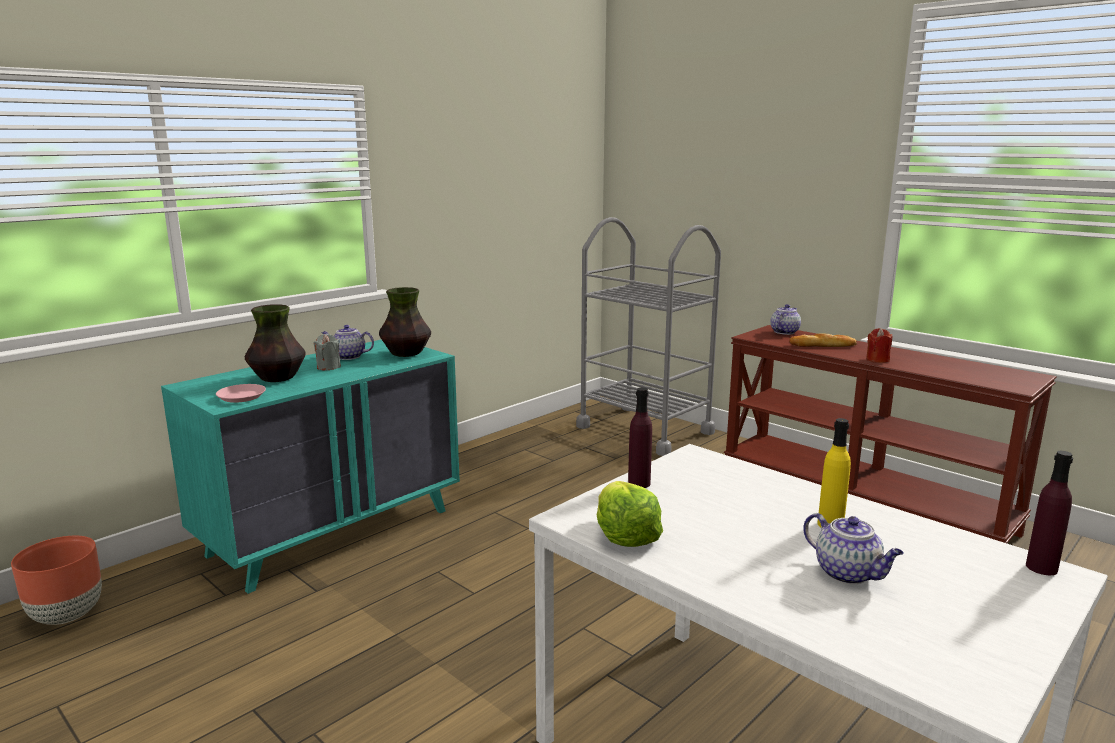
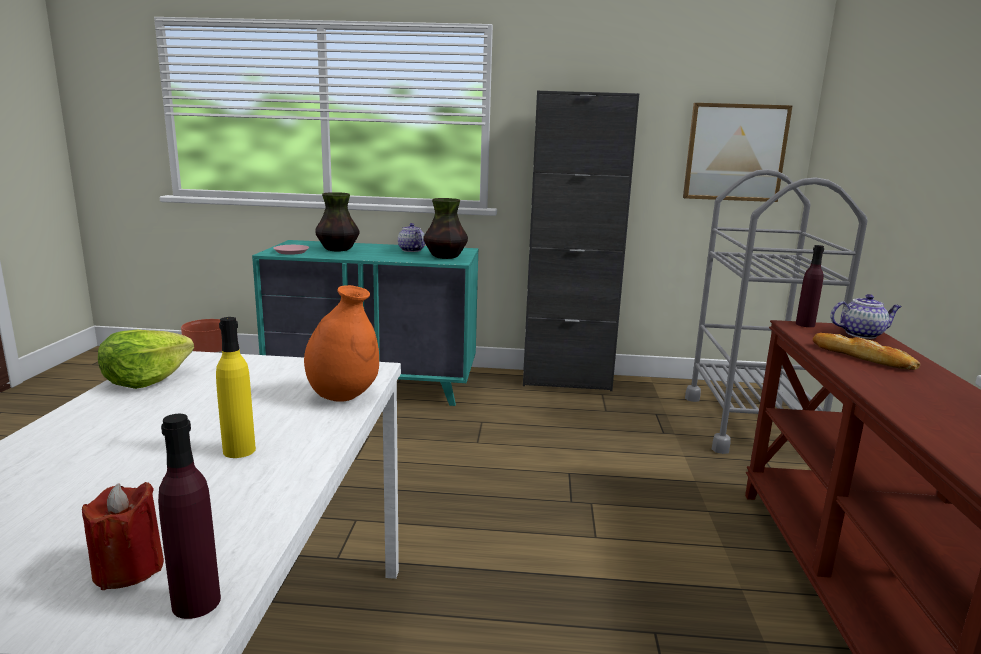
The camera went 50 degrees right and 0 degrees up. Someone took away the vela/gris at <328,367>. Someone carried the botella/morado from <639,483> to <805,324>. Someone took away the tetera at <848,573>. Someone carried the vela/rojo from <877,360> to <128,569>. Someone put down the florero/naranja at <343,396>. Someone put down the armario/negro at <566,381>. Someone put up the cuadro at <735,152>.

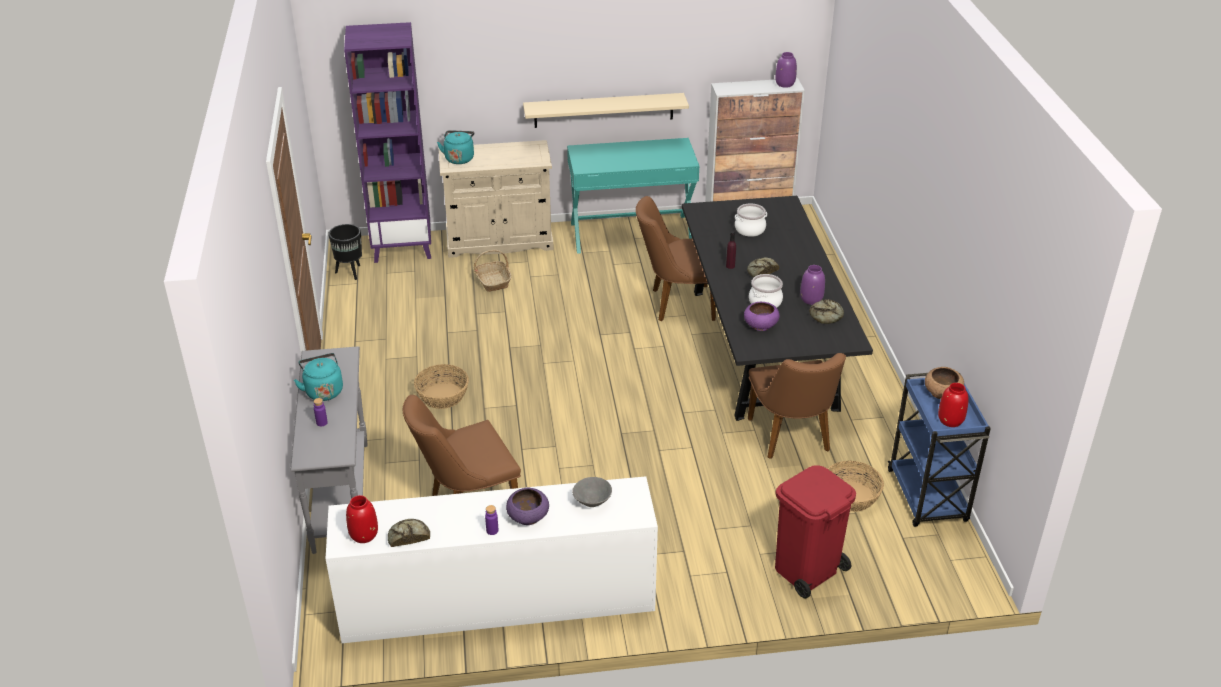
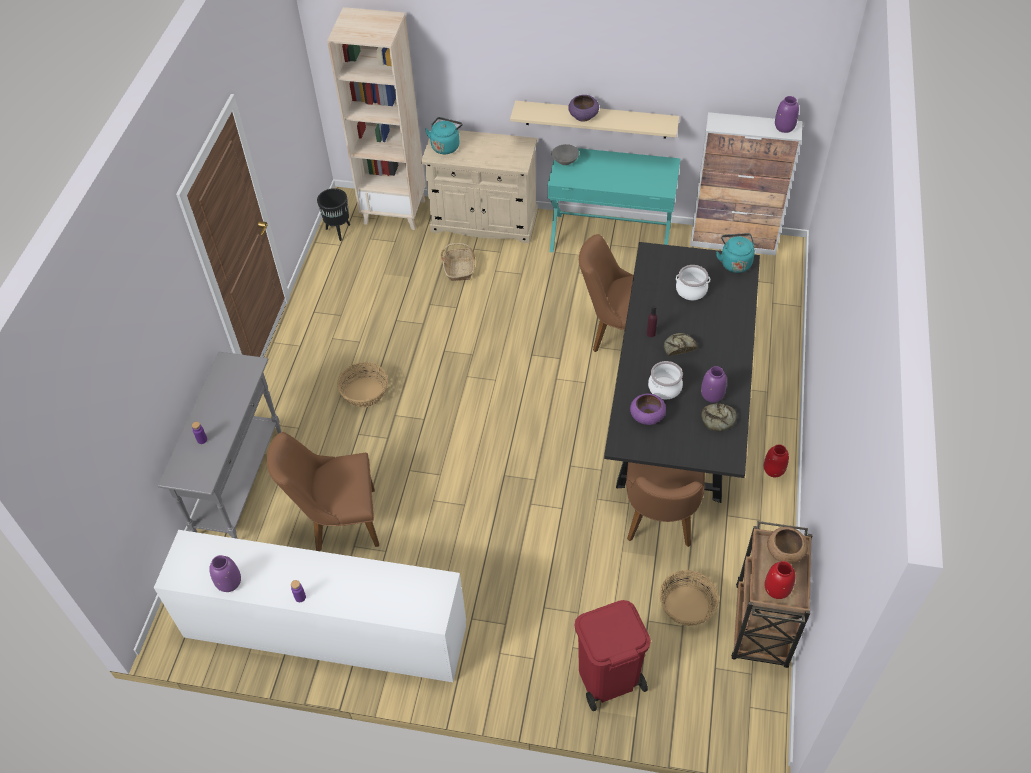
The camera went 20 degrees right and 15 degrees up. Someone carried the hervidor/turquesa from <323,390> to <735,262>. Someone repainted the estantería/morado at <403,247>, which became the estantería/beis at <395,211>. Someone carried the florero/rojo from <363,534> to <773,469>. Someone swapped the pan at <408,536> for the florero/morado at <228,583>. Someone carried the cuenco/morado from <528,517> to <583,116>. Someone carried the cuenco/gris from <591,501> to <564,161>. Someone repainted the carrito/azul at <927,497>, which became the carrito/marrón at <761,628>.

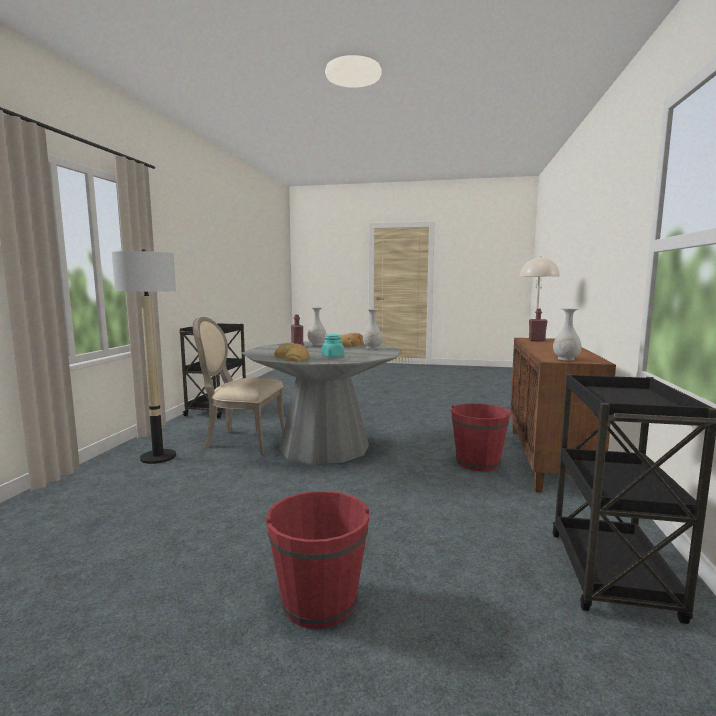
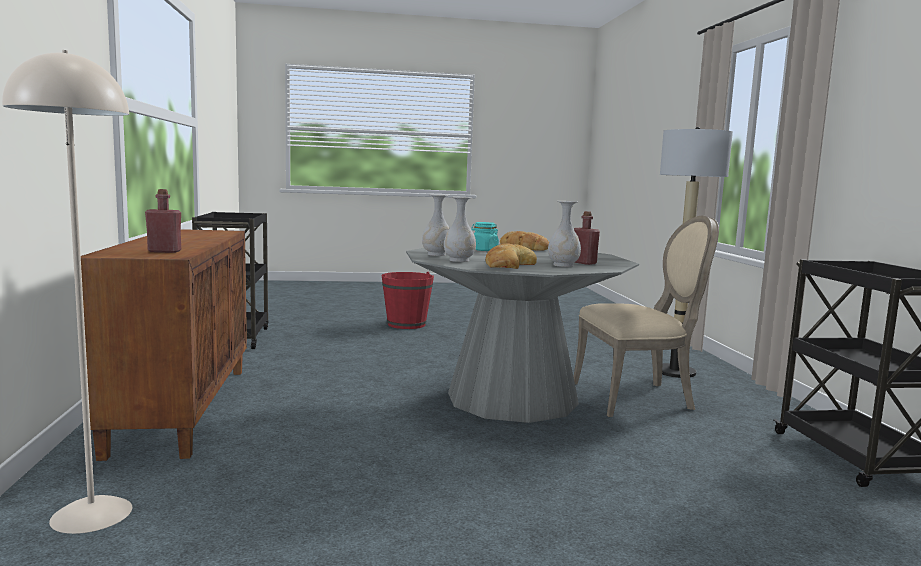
The camera went 160 degrees right and 0 degrees up. Someone took away the cubo/rojo at <478,463>. Someone carried the florero/blanco from <565,359> to <437,254>.

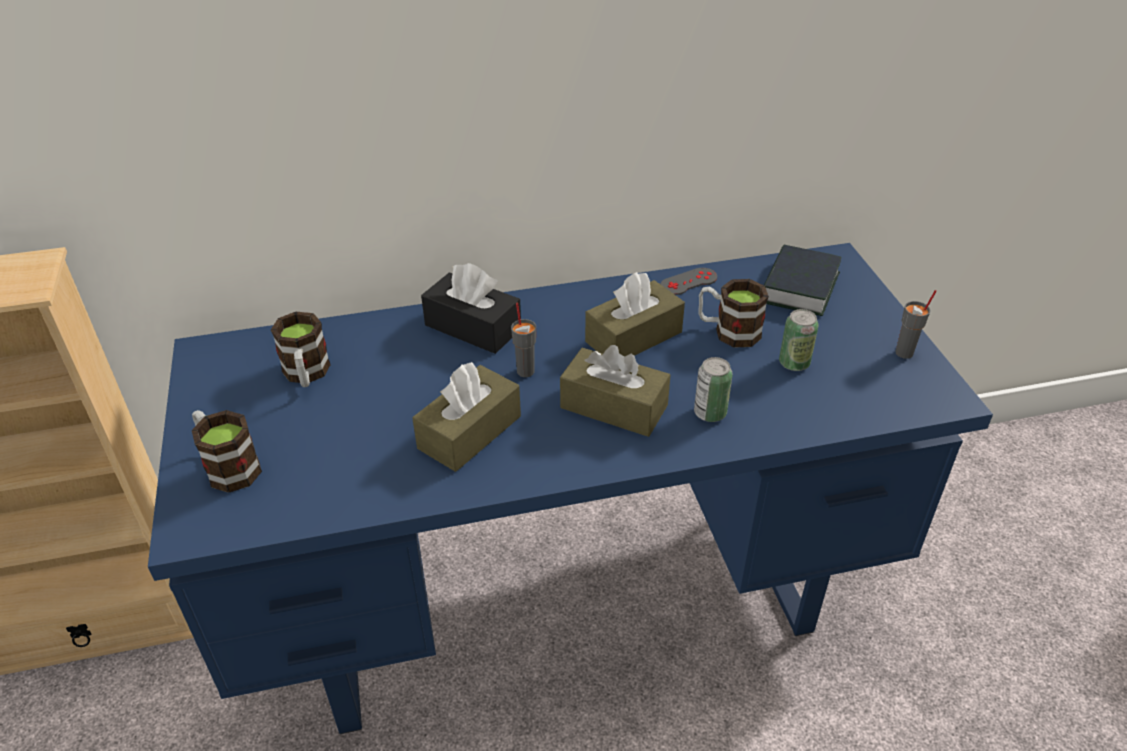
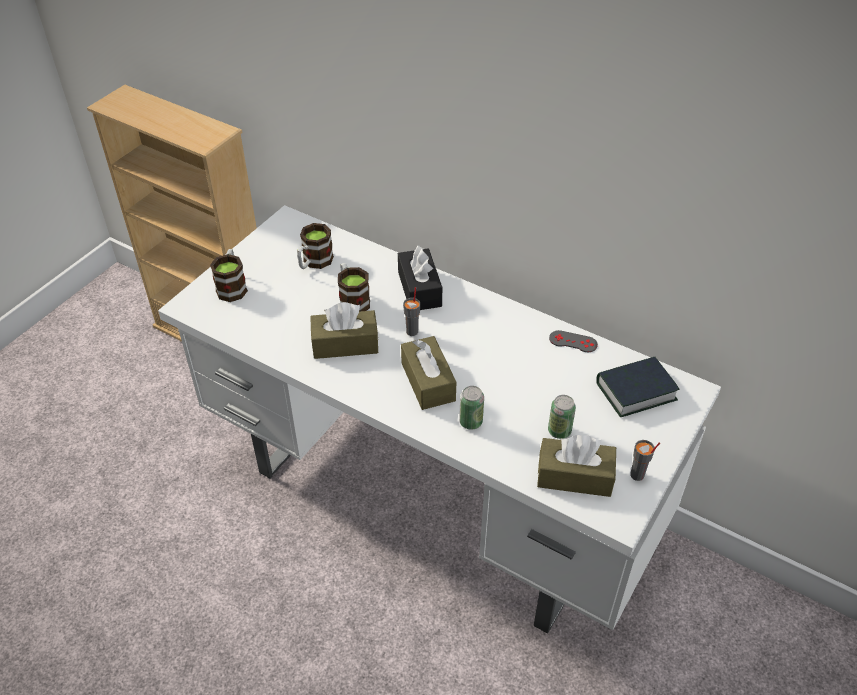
The camera went 45 degrees right and 5 degrees up. Someone repainted the escritorio/azul at <566,602>, which became the escritorio/blanco at <430,500>. Someone carried the caja de pañuelos/marrón from <633,337> to <574,476>. Someone carried the taza grande from <728,331> to <352,299>.

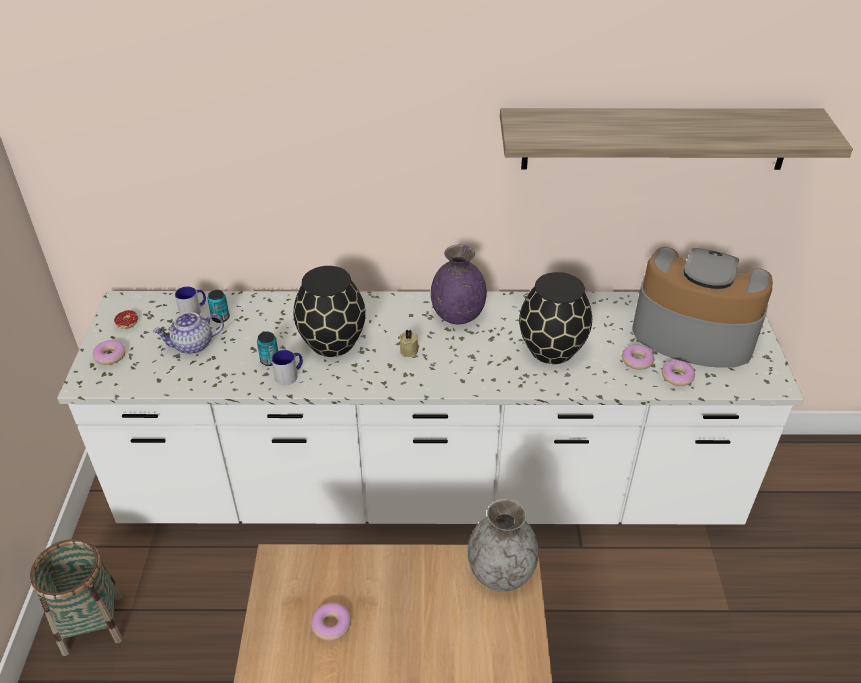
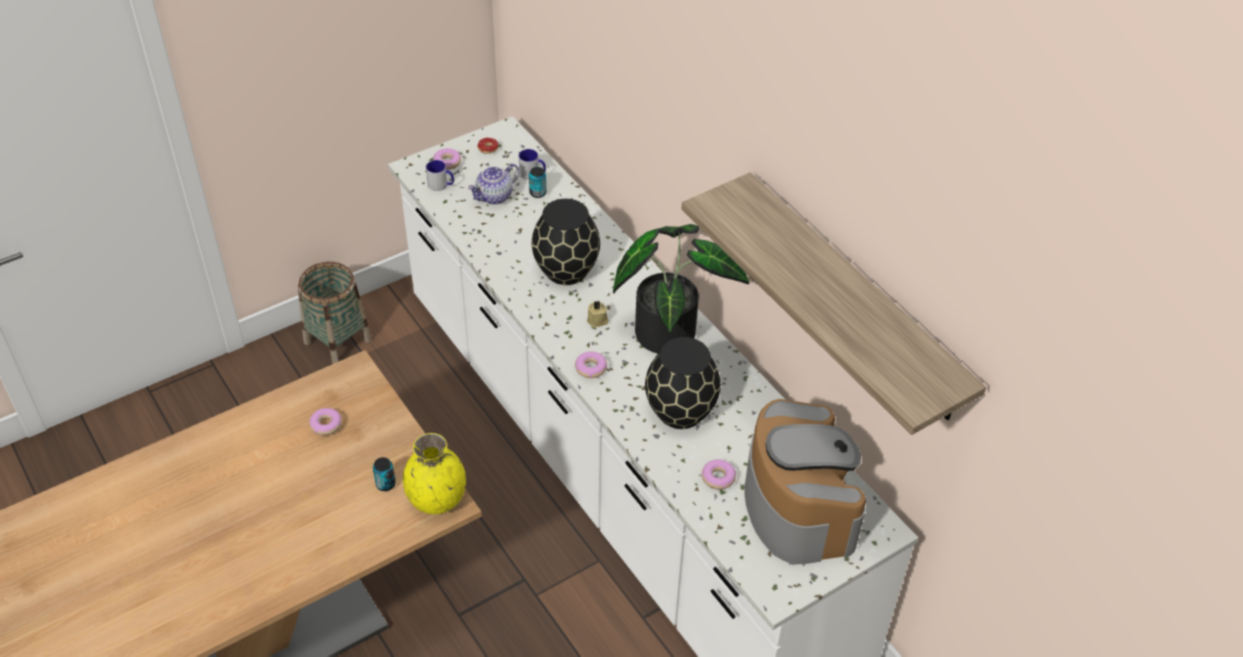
The camera went 55 degrees right and 5 degrees up. Someone rotated the tetera at <193,345> by 75 degrees counterclockwise. Someone carried the lata from <270,360> to <385,484>. Someone carried the taza grande from <290,375> to <441,185>. Someone swapped the florero/morado at <457,315> for the planta en maceta at <669,329>. Someone repainted the florero/gris at <500,572>, which became the florero/amarillo at <437,499>. Someone carried the rosquilla from <677,377> to <590,368>.

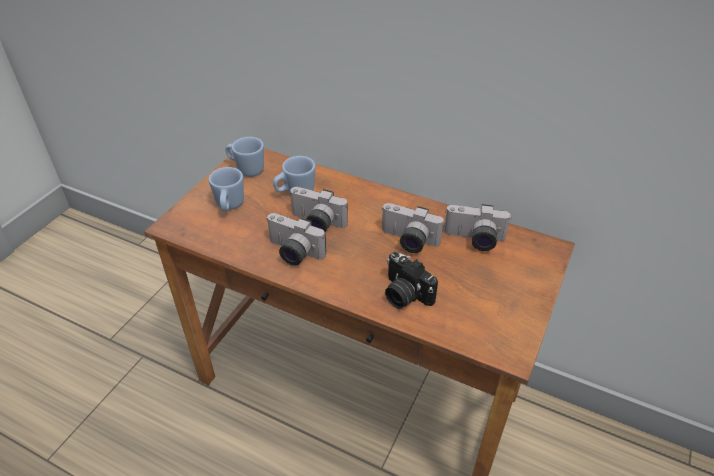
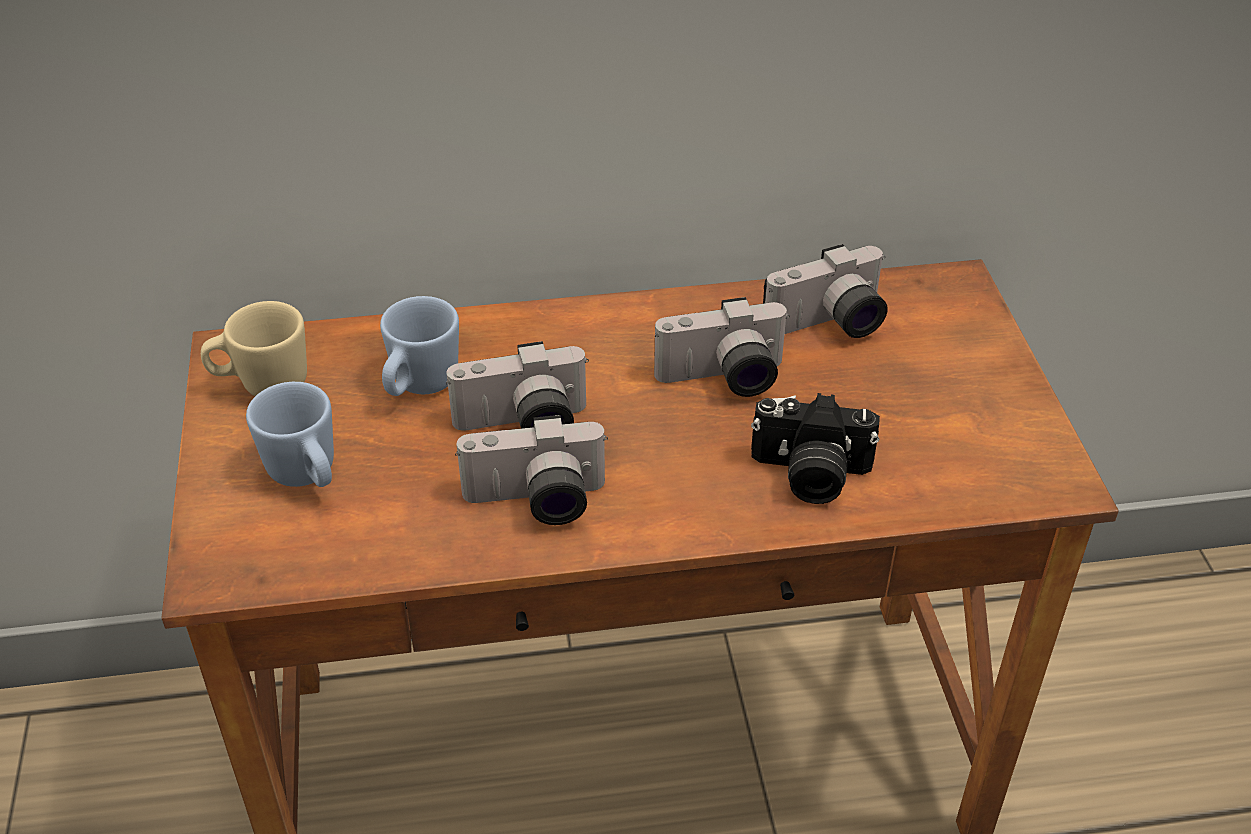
The camera went 35 degrees left and 0 degrees up. Someone repainted the taza grande/azul at <246,169>, which became the taza grande/beis at <262,385>.

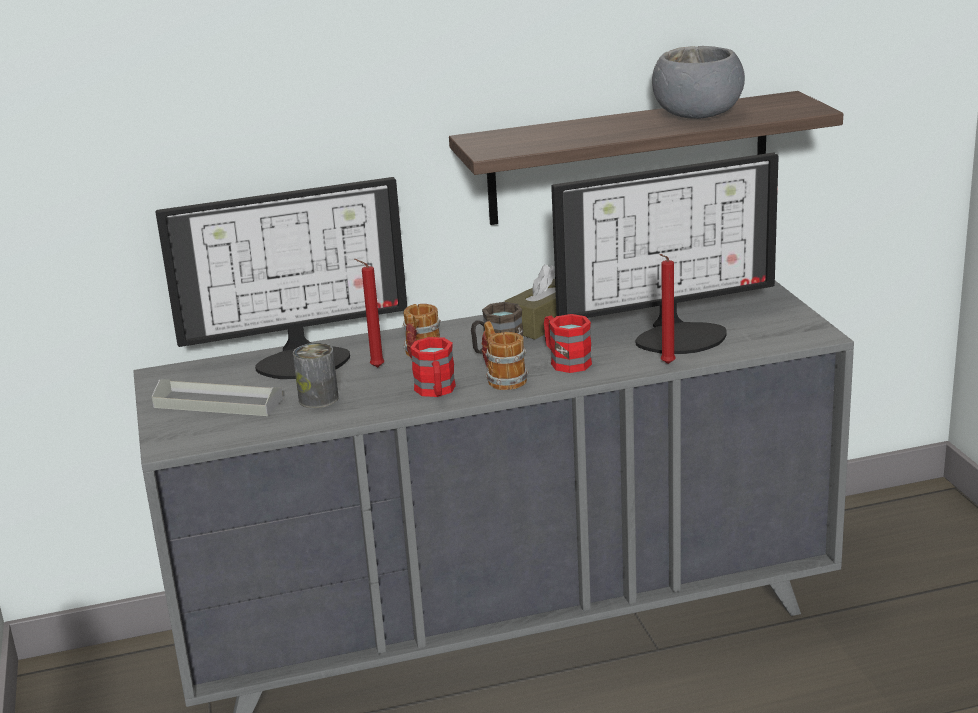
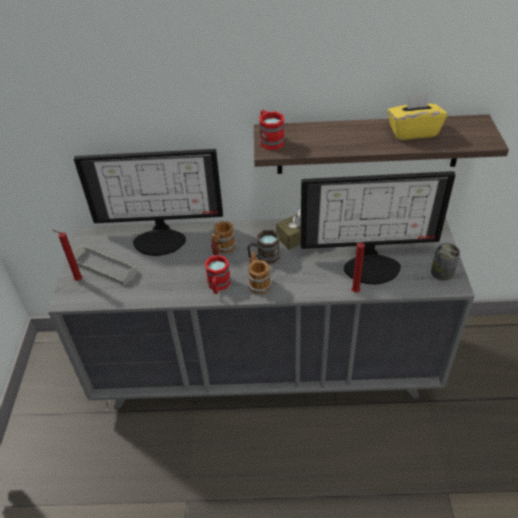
The camera went 15 degrees right and 20 degrees up. Someone carried the lata from <318,399> to <442,272>. Someone carried the vela/rojo from <375,368> to <77,280>. Someone carried the taza grande/rojo from <565,361> to <270,140>. Someone swapped the cuenco/gris at <698,114> for the caja de pañuelos/amarillo at <413,132>.

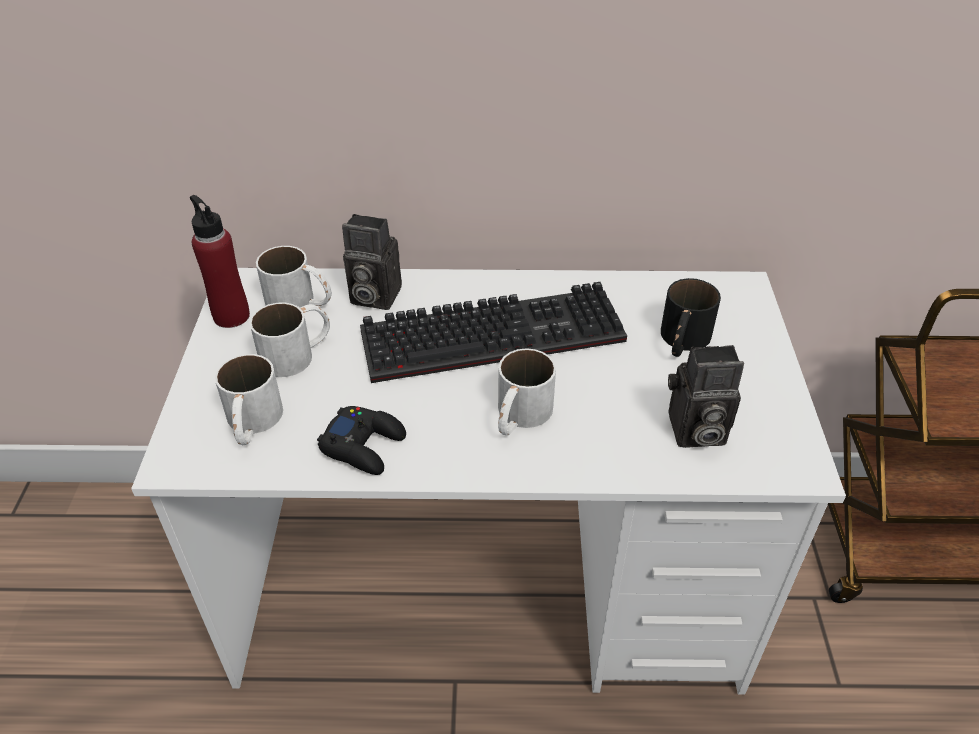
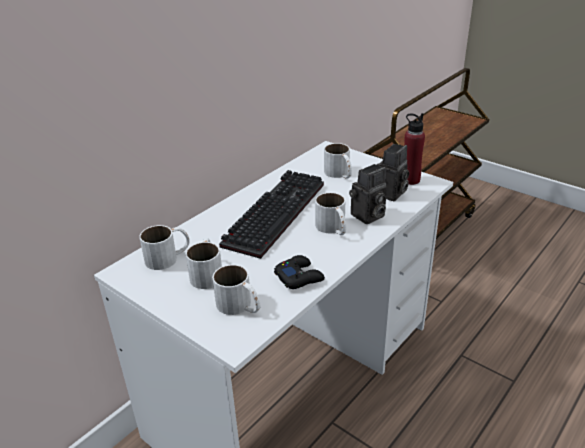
The camera went 50 degrees left and 10 degrees down. Someone carried the botella/rojo from <231,316> to <410,180>. Someone carried the cámara from <372,296> to <367,216>. Someone repainted the taza grande/negro at <682,341>, which became the taza grande/blanco at <340,174>.

